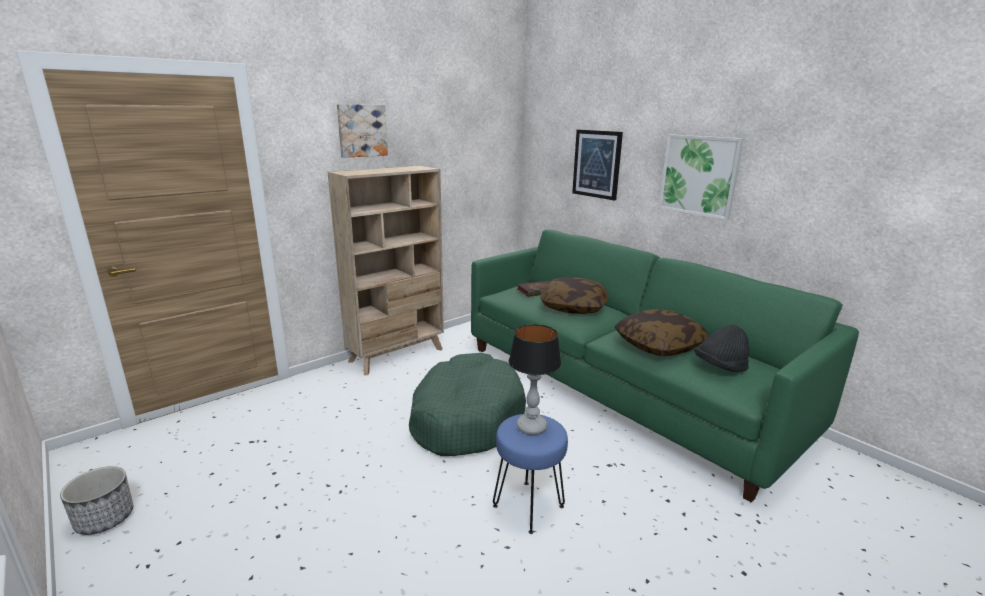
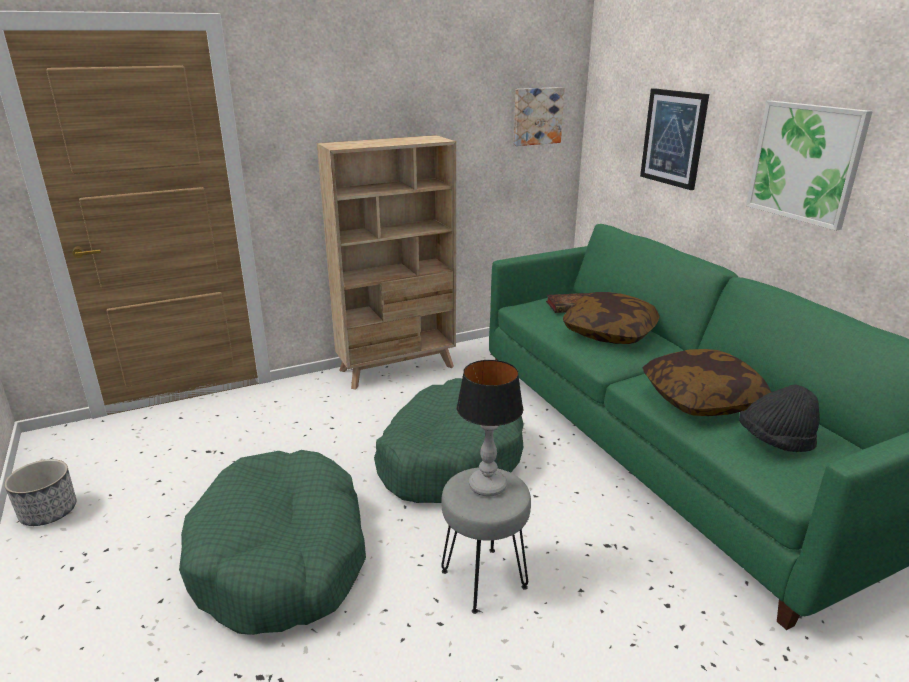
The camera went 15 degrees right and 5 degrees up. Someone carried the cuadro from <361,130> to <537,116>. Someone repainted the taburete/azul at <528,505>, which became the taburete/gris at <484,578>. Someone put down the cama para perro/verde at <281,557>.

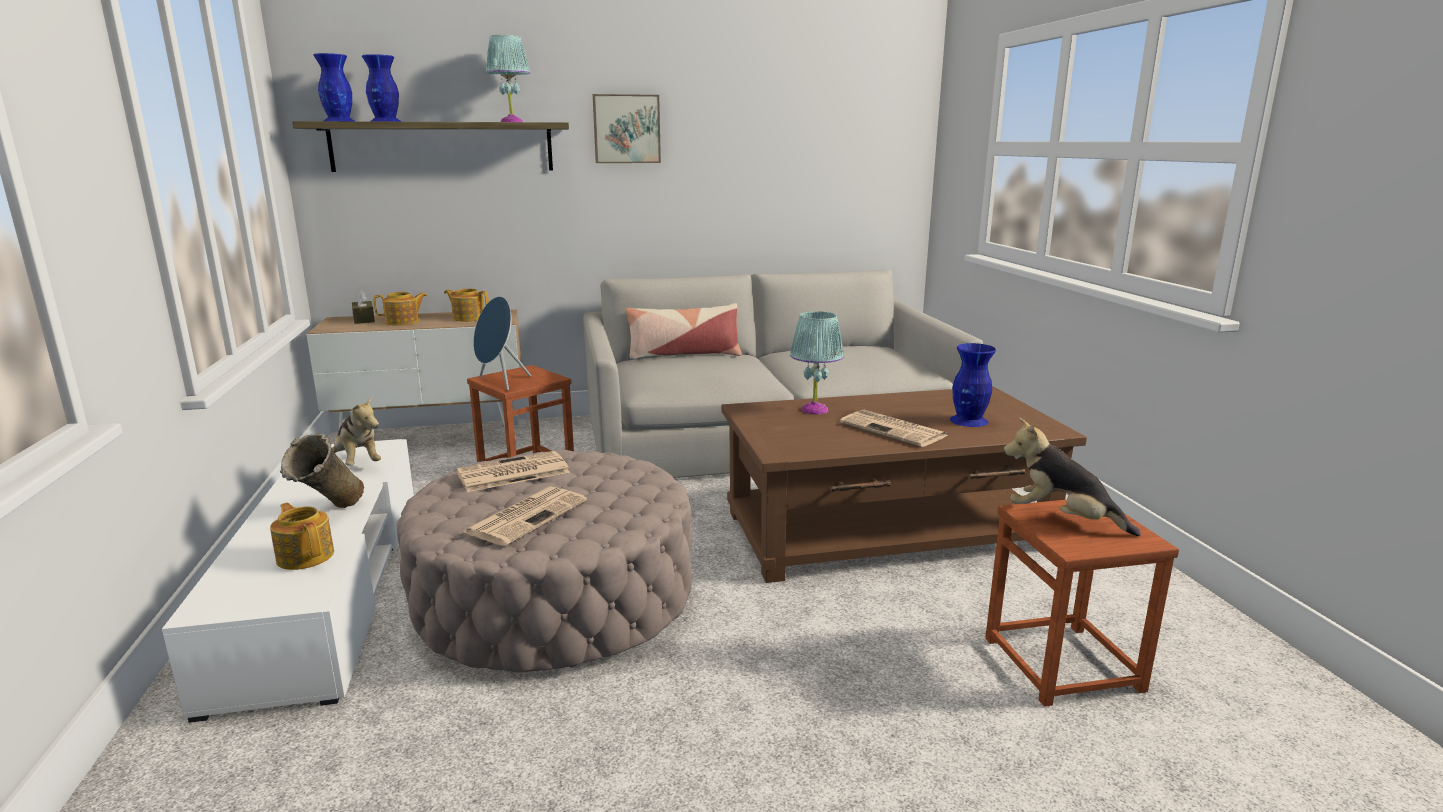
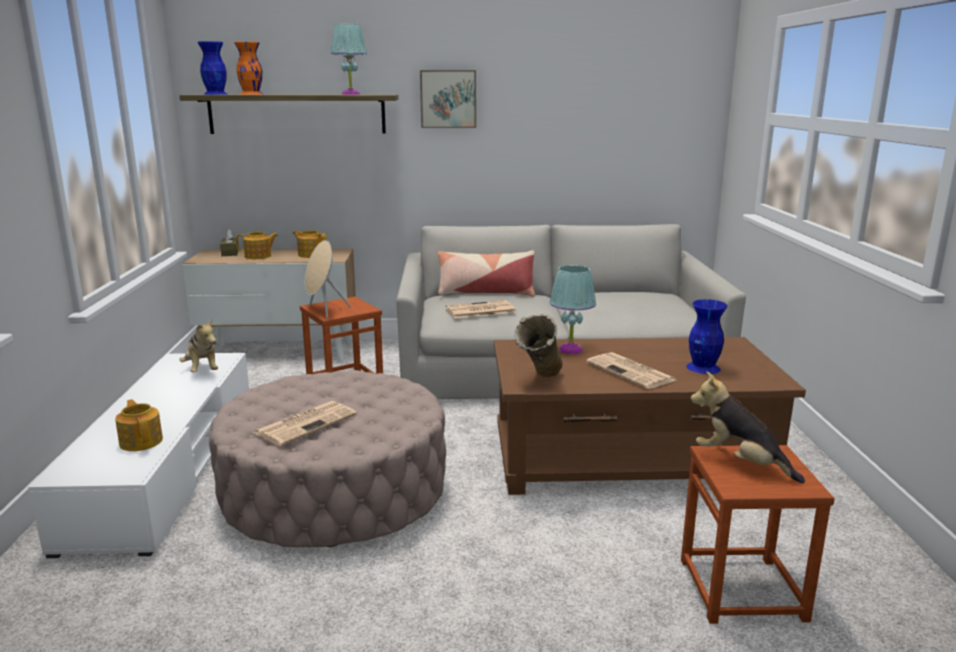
The camera went 10 degrees right and 0 degrees up. Someone carried the florero/beis from <329,514> to <539,381>. Someone repainted the florero/azul at <386,121>, which became the florero/naranja at <251,94>. Someone carried the periódico from <511,473> to <479,310>. Someone repainted the altavoz/azul at <500,382>, which became the altavoz/beis at <324,310>.

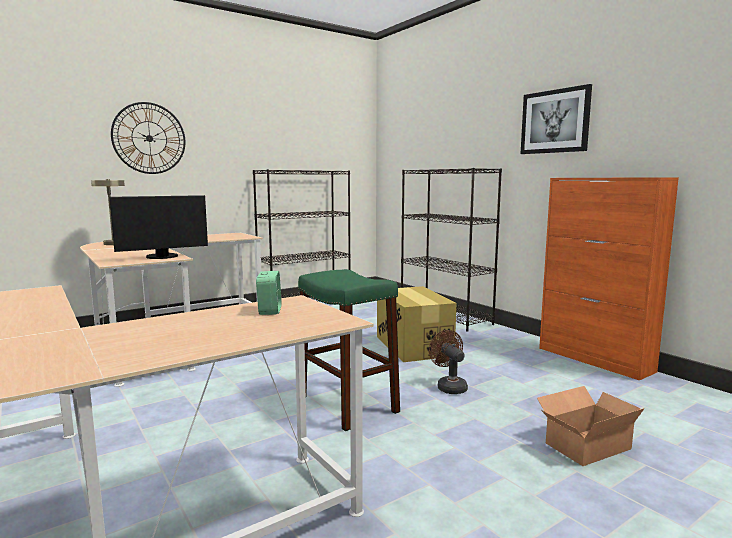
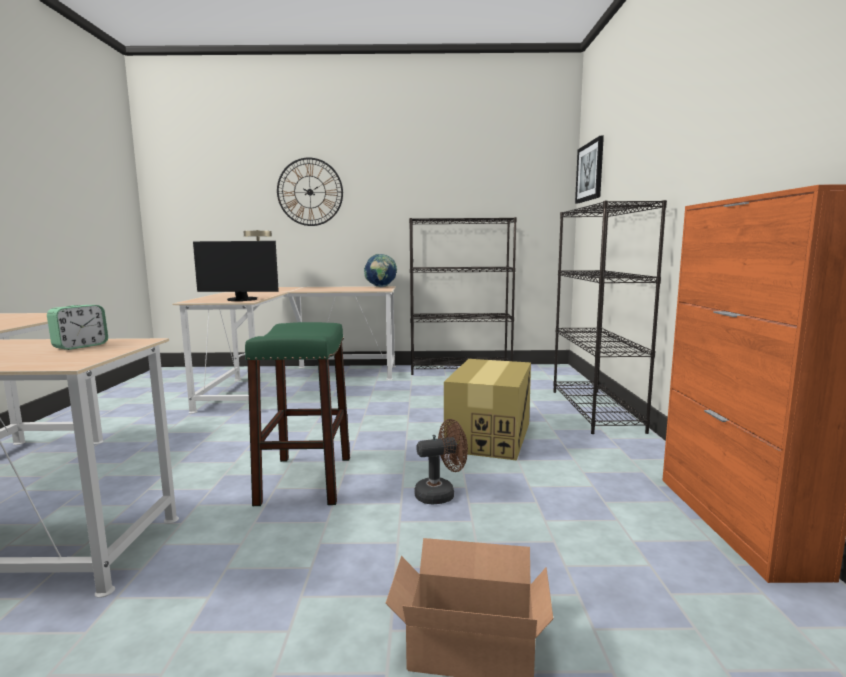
The camera went 35 degrees right and 0 degrees up. Someone rotated the ventilador/marrón at <449,386> by 60 degrees clockwise. Someone carried the cuadro from <555,121> to <590,172>. Someone put down the globo terráqueo at <381,287>.

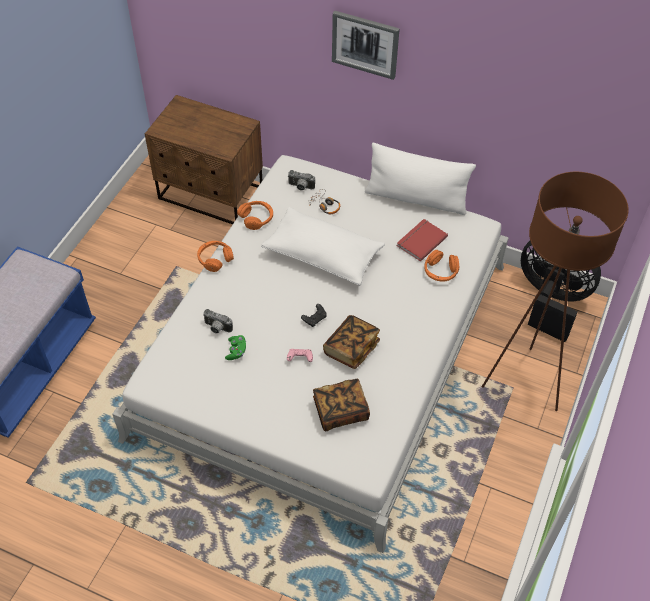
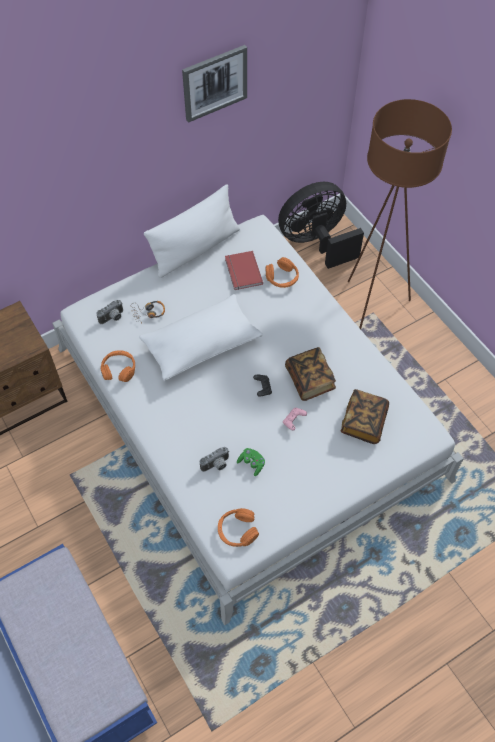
The camera went 55 degrees left and 5 degrees up. Someone carried the auriculares/naranja from <215,259> to <237,530>. Someone carried the cuadro from <365,44> to <214,83>.

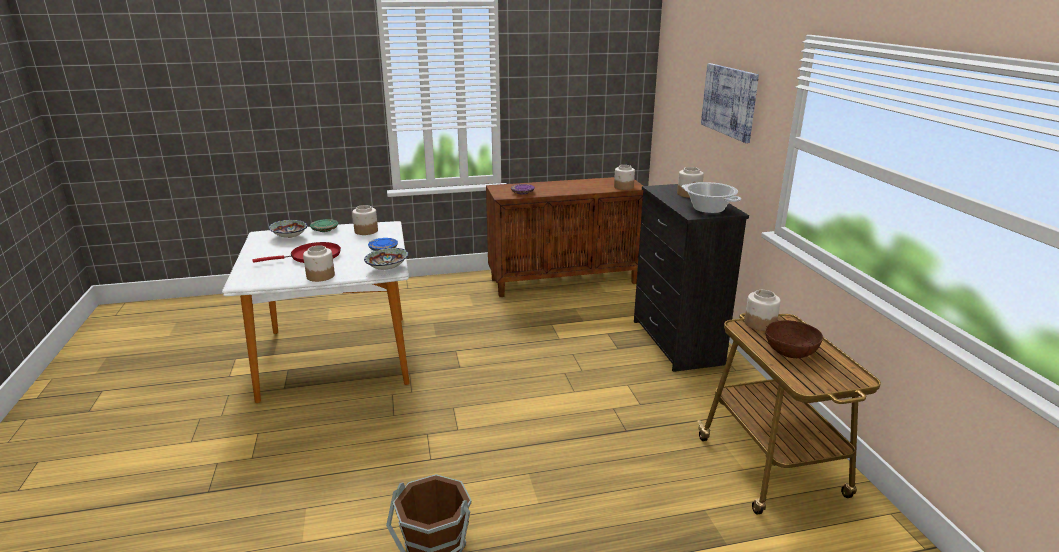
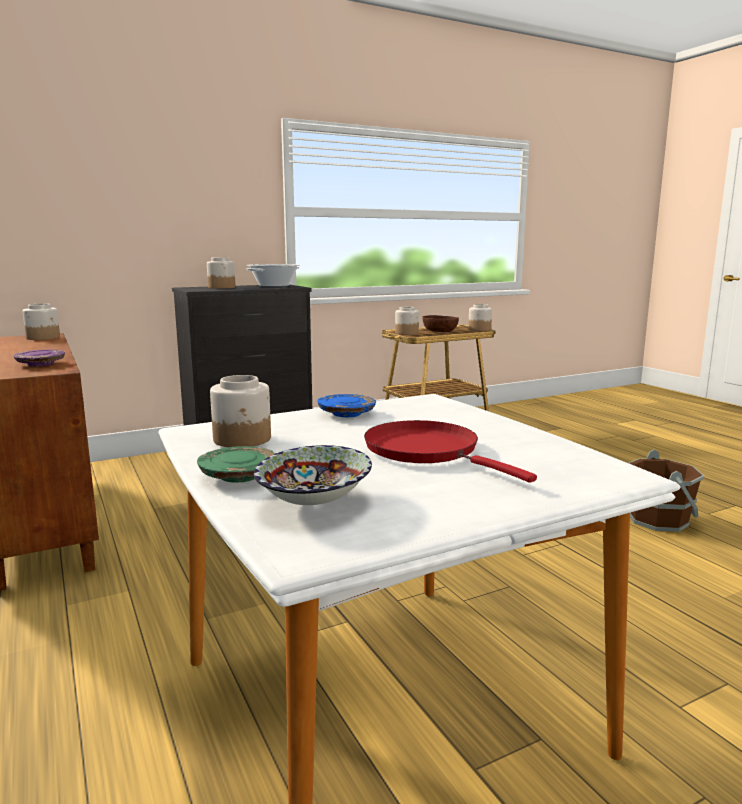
The camera went 105 degrees left and 10 degrees down. Someone carried the tarro from <321,276> to <479,329>. Someone took away the cuenco at <387,268>. Someone took away the cuadro at <729,101>.

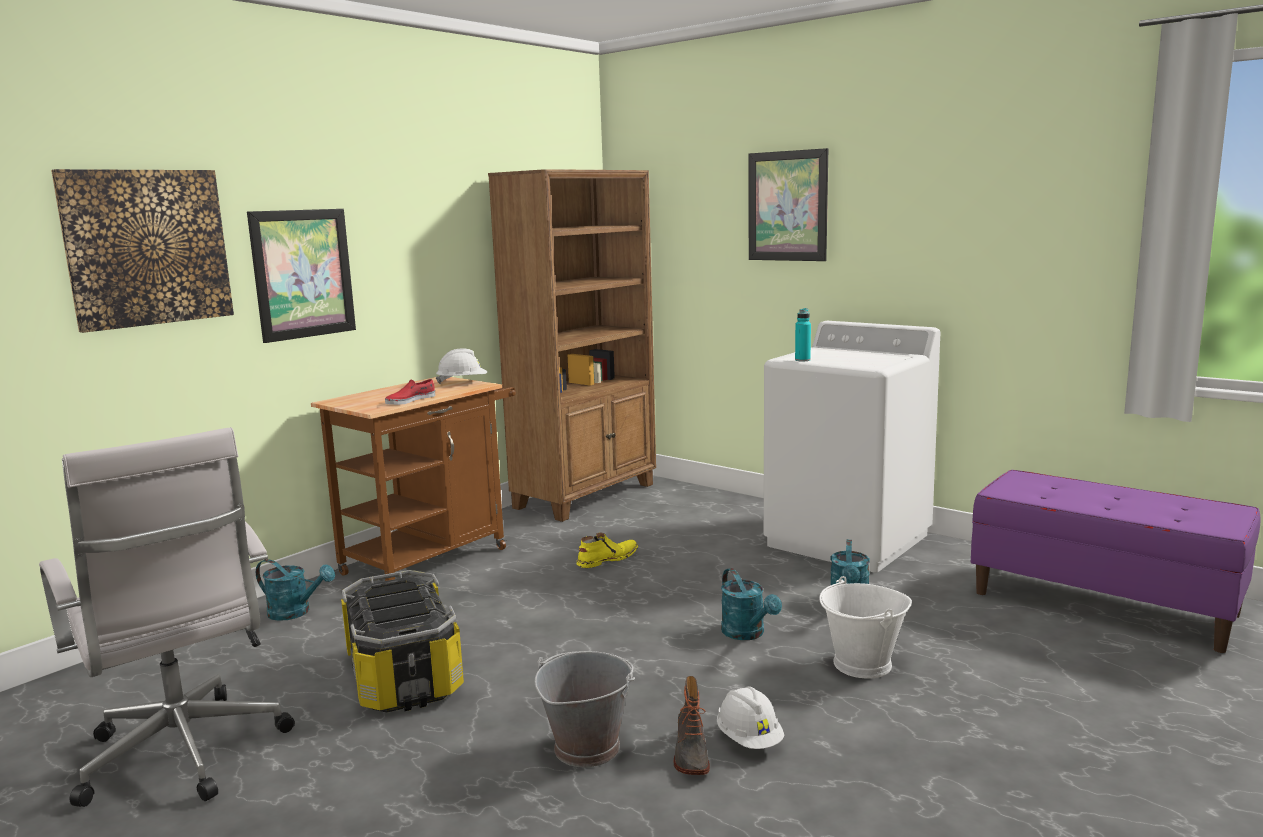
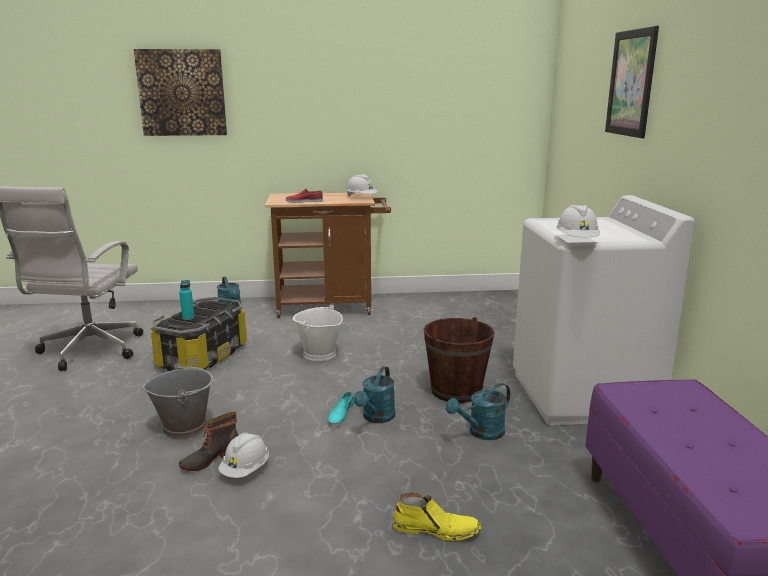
The camera went 45 degrees right and 5 degrees up. Someone took away the cuadro at <303,274>. Someone took away the estantería/marrón at <586,496>. Someone carried the bota/amarillo from <607,559> to <436,529>. Someone carried the botella/turquesa from <802,360> to <188,318>. Someone carried the cubo/blanco from <862,664> to <319,354>. Someone put down the zapato/turquesa at <340,415>. Someone put down the cubo/marrón at <456,391>. Someone put down the casco/blanco at <576,240>.

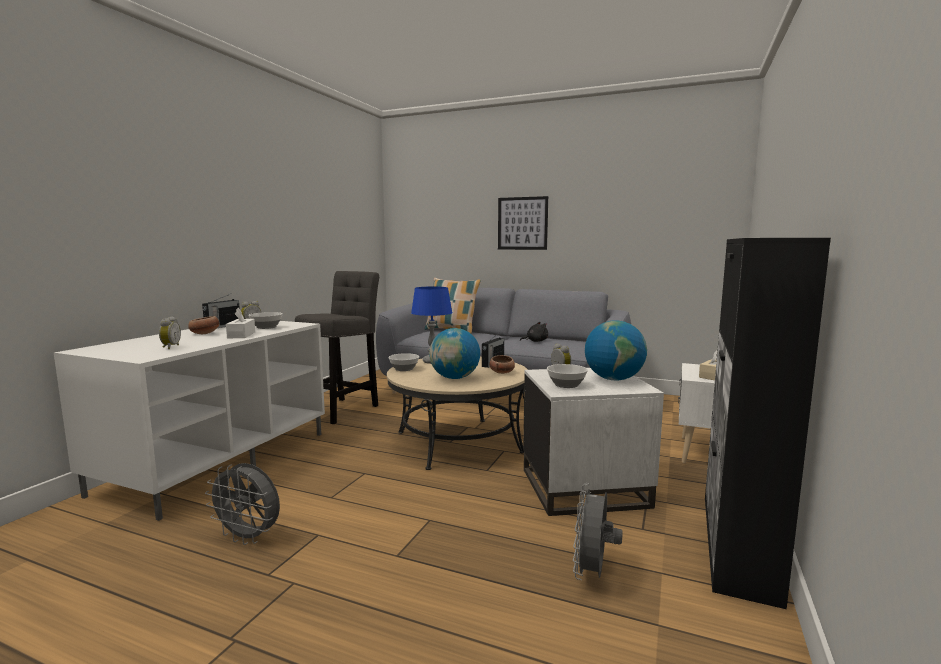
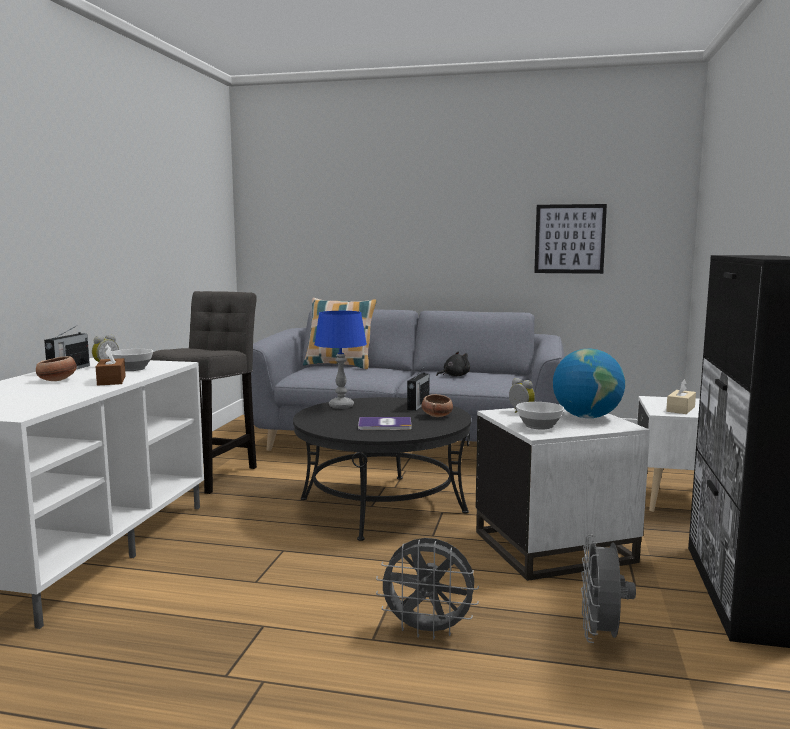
The camera went 10 degrees left and 0 degrees up. Someone took away the despertador at <169,347>. Someone carried the ventilador/gris from <249,537> to <428,631>. Someone repainted the caja de pañuelos/blanco at <241,335>, which became the caja de pañuelos/marrón at <111,380>. Someone repainted the mesa de centro/beis at <458,442>, which became the mesa de centro/negro at <382,505>. Someone took away the cuenco at <404,369>. Someone swapped the globo terráqueo at <455,378> for the libro at <384,425>. Someone carried the cuadro from <522,223> to <569,239>.

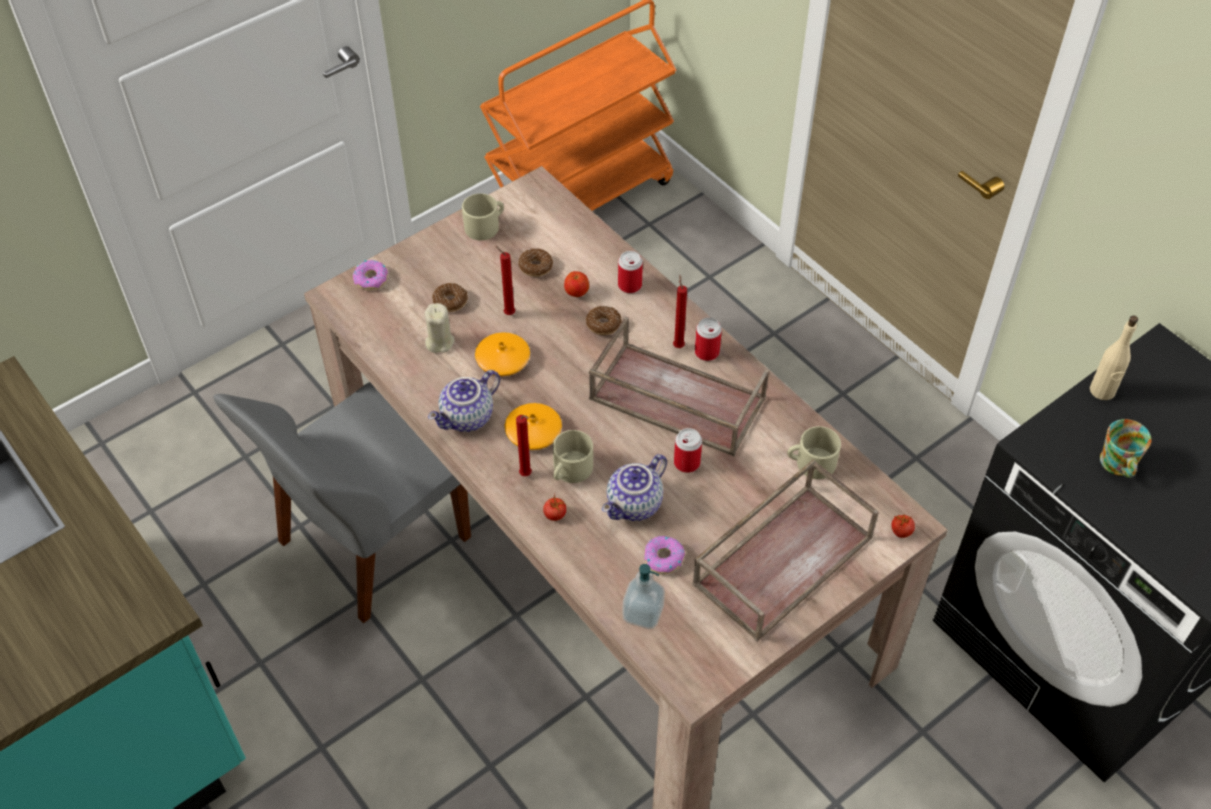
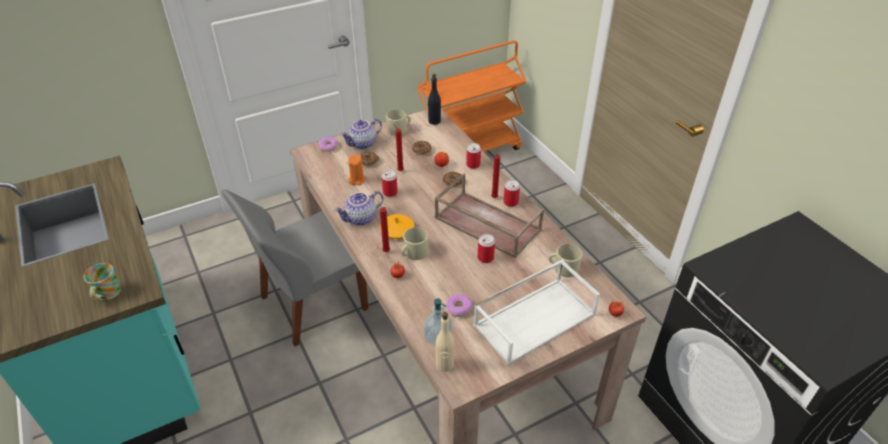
The camera went 10 degrees right and 10 degrees down. Someone repainted the vela/beis at <439,342>, which became the vela/naranja at <356,180>. Someone swapped the florero/naranja at <503,360> for the lata at <390,192>. Someone carried the tetera from <635,505> to <363,144>. Someone repainted the bandeja/marrón at <783,558>, which became the bandeja/blanco at <535,318>. Someone carried the botella/beis from <1102,391> to <444,364>. Someone carried the taza grande from <1118,466> to <106,294>. Someone put down the botella/negro at <434,121>.

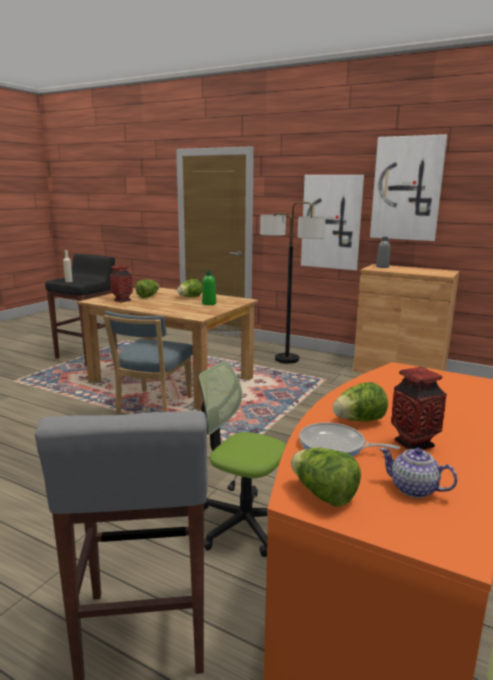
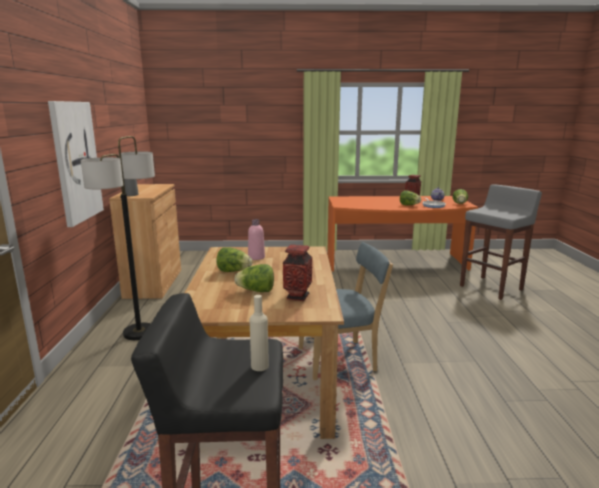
The camera went 120 degrees left and 0 degrees up. Someone took away the silla de oficina at <243,523>. Someone repainted the botella/verde at <209,304>, which became the botella/rosa at <256,257>. Someone took away the cuadro at <407,189>.

